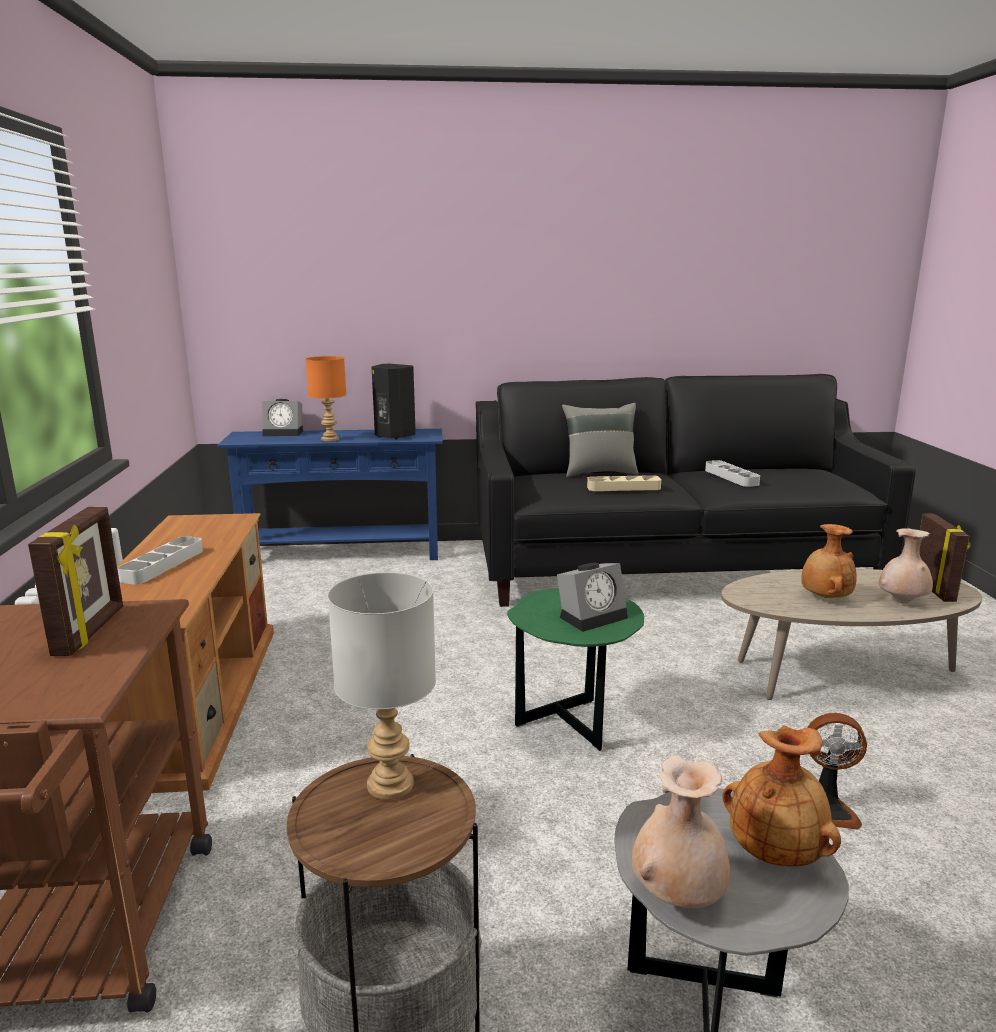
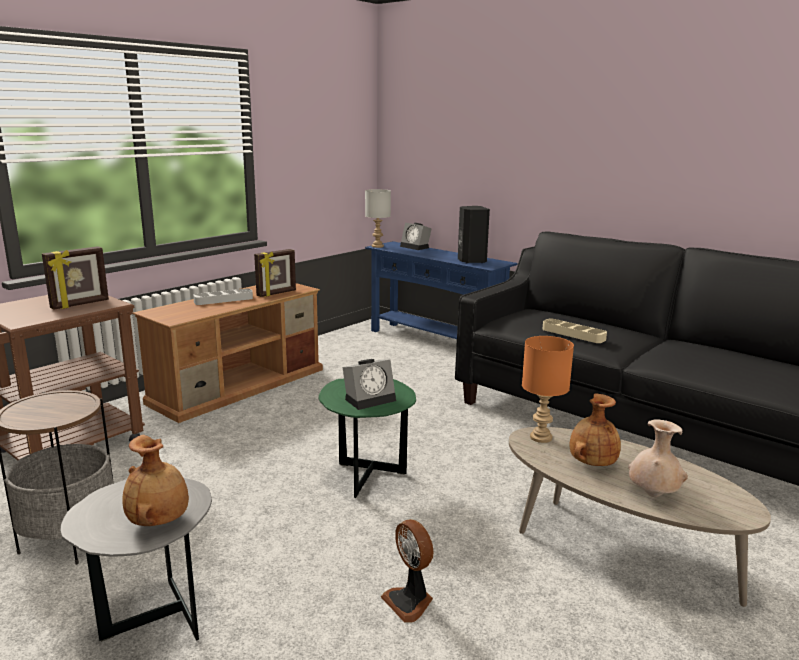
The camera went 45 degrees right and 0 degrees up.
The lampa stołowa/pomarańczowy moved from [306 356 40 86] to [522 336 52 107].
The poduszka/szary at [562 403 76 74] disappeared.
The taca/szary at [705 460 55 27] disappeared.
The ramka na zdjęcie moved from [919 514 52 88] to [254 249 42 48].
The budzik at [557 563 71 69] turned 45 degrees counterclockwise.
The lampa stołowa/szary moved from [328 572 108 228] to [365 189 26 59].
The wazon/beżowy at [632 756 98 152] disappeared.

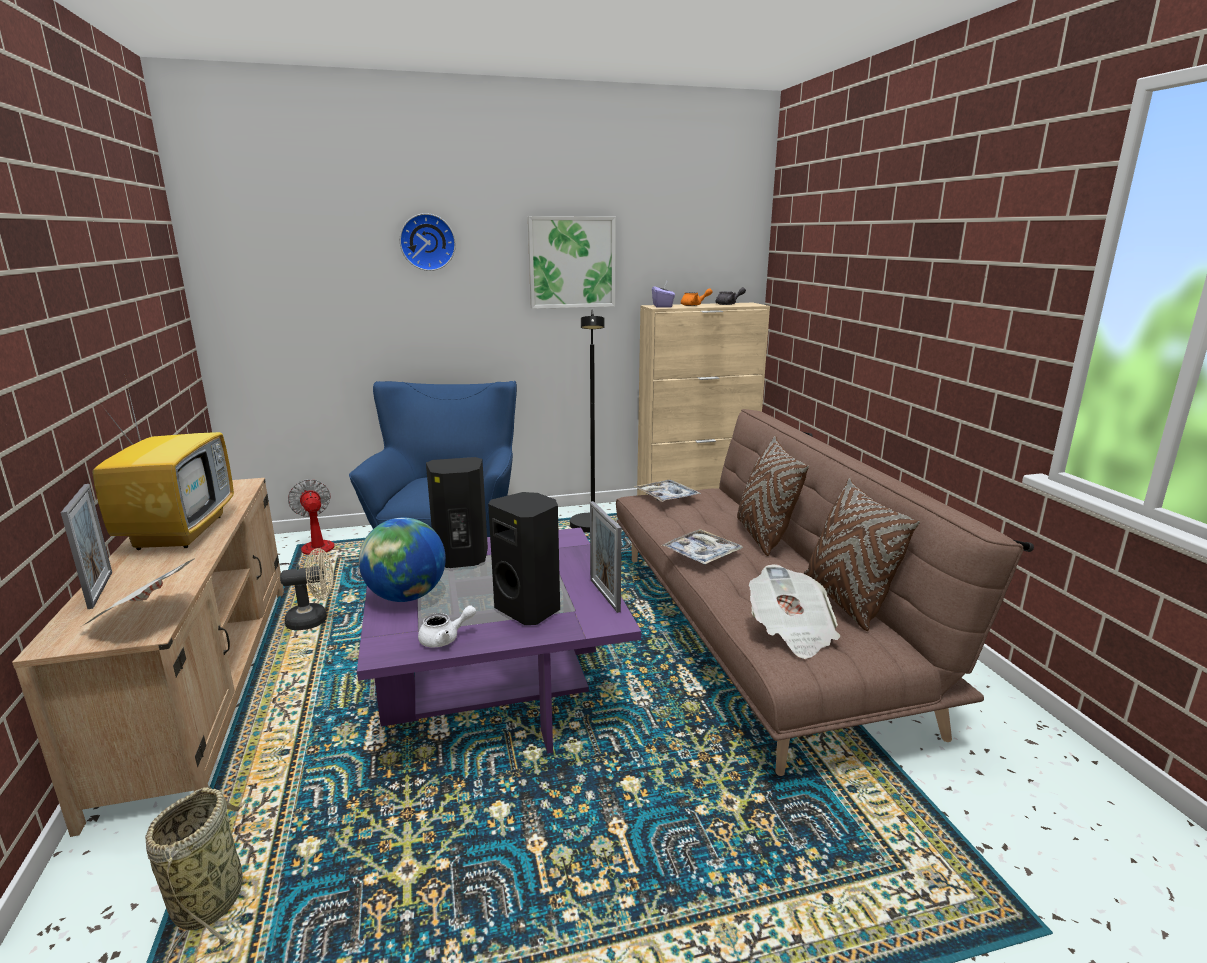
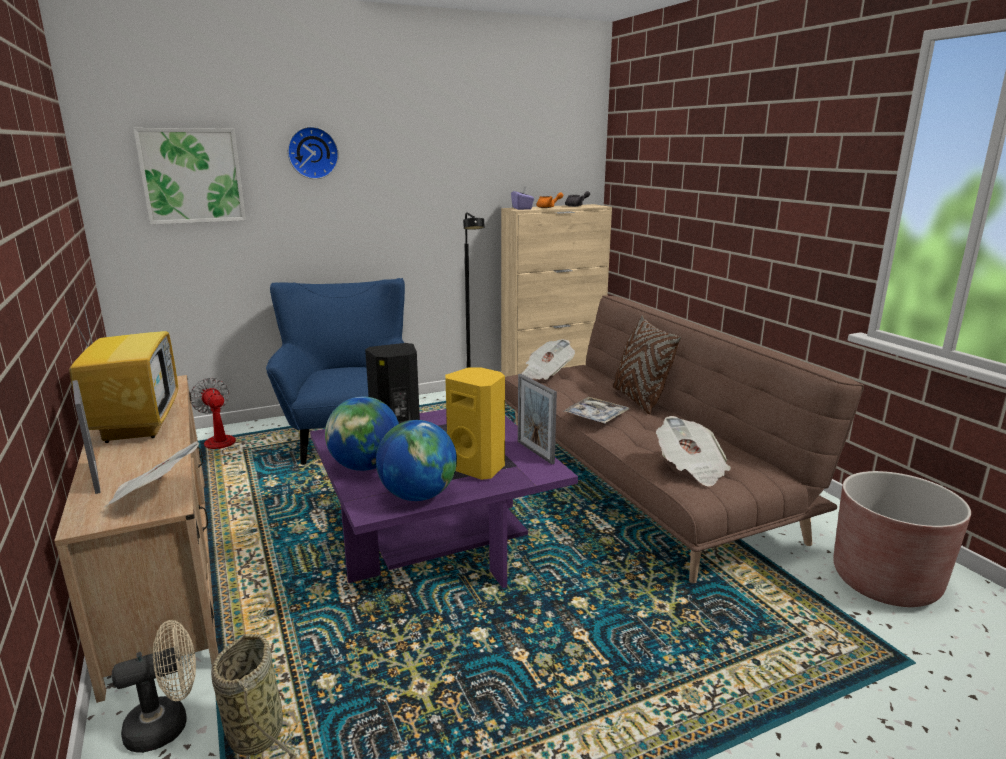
The camera went 10 degrees left and 0 degrees up.
The obraz moved from [528 216 88 93] to [133 128 113 97].
The poduszka/brązowy at [804 478 116 153] disappeared.
The taca at [634 480 67 22] was replaced by the gazeta at [521 339 54 41].
The głośnik/czarny at [488 492 72 133] became the głośnik/żółty at [445 368 60 112].
The wentylator/beżowy moved from [280 548 54 82] to [112 620 84 133].
The imbryk/biały at [418 605 58 42] was replaced by the globus at [376 420 81 81].
The donica/brązowy at [833 471 138 136] appeared.

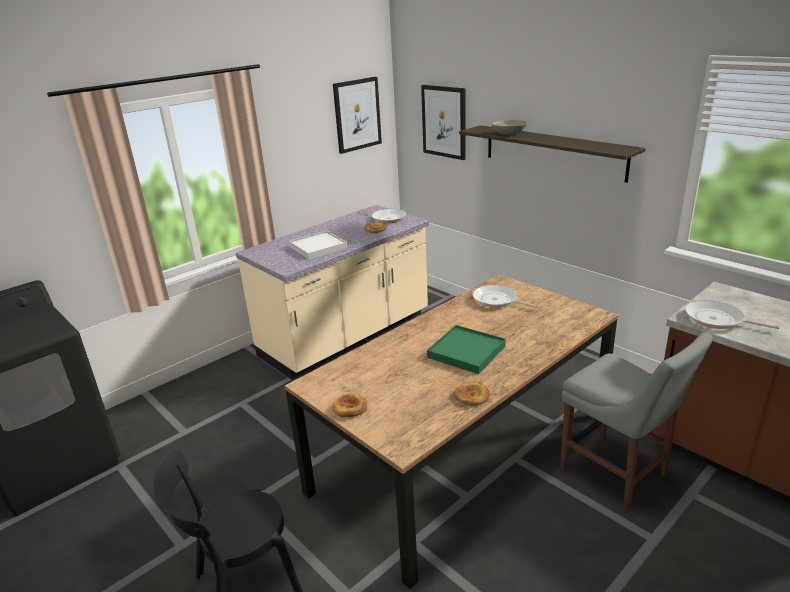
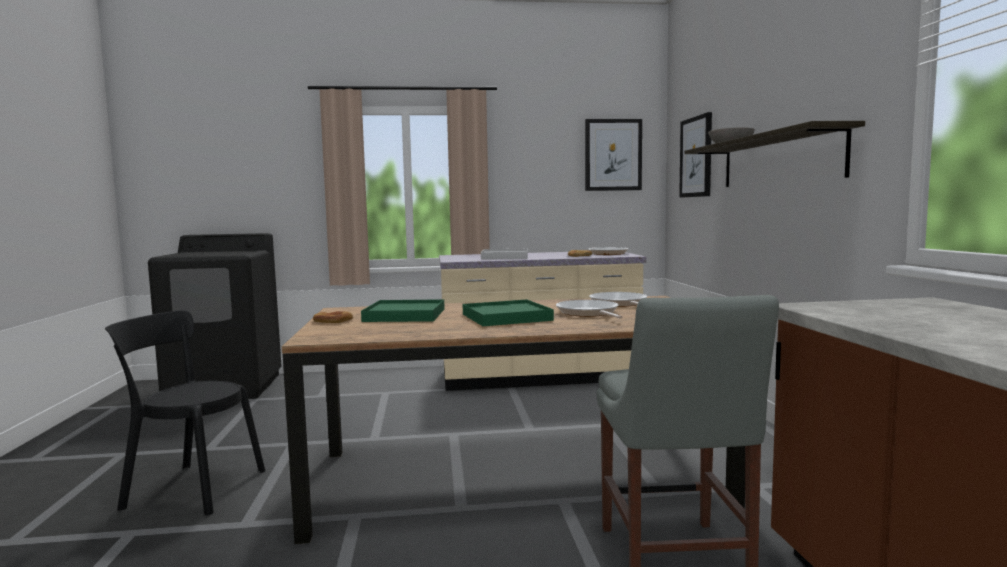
The camera went 35 degrees right and 20 degrees down.
The patelnia moved from [685 300 95 29] to [556 300 67 19].
The chleb at [453 382 37 24] disappeared.
The taca/zielony at [361 299 84 23] appeared.

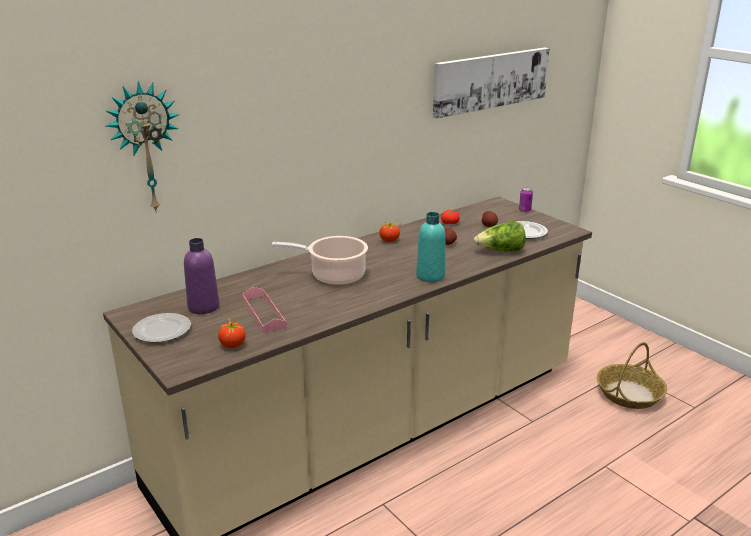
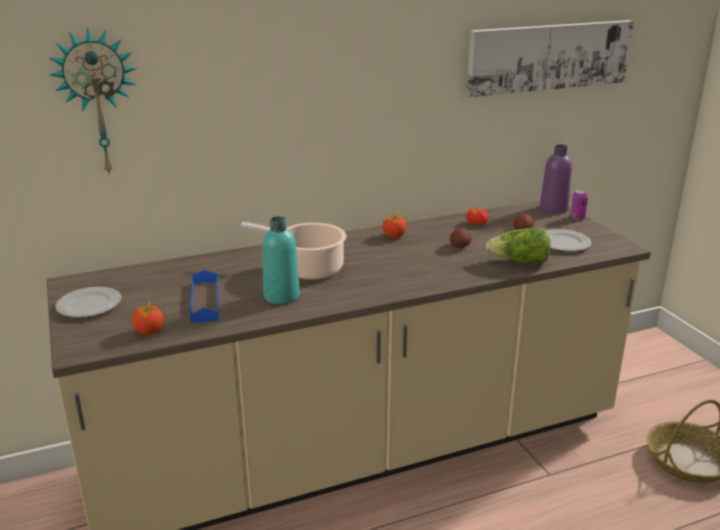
The camera went 15 degrees right and 0 degrees up.
The butelka/turkusowy moved from [416 212 30 70] to [262 216 38 88].
The butelka/fioletowy moved from [184 238 36 76] to [540 144 32 69].
The taca/różowy at [242 287 45 46] became the taca/niebieski at [190 270 29 53].

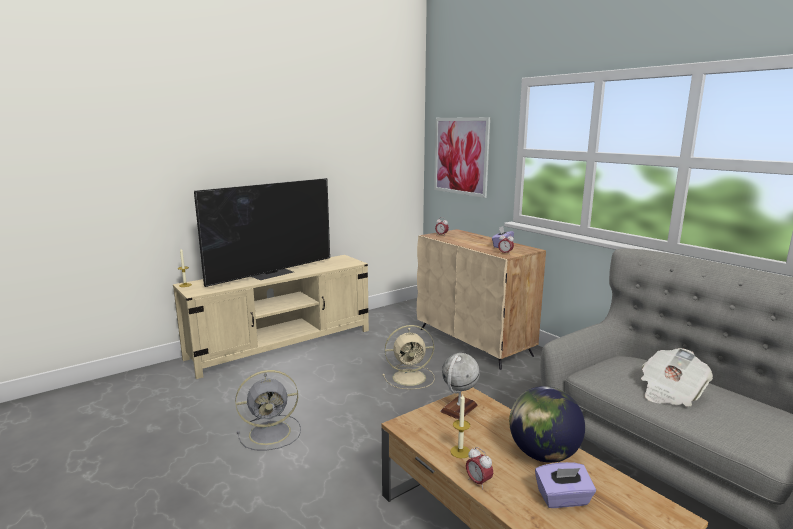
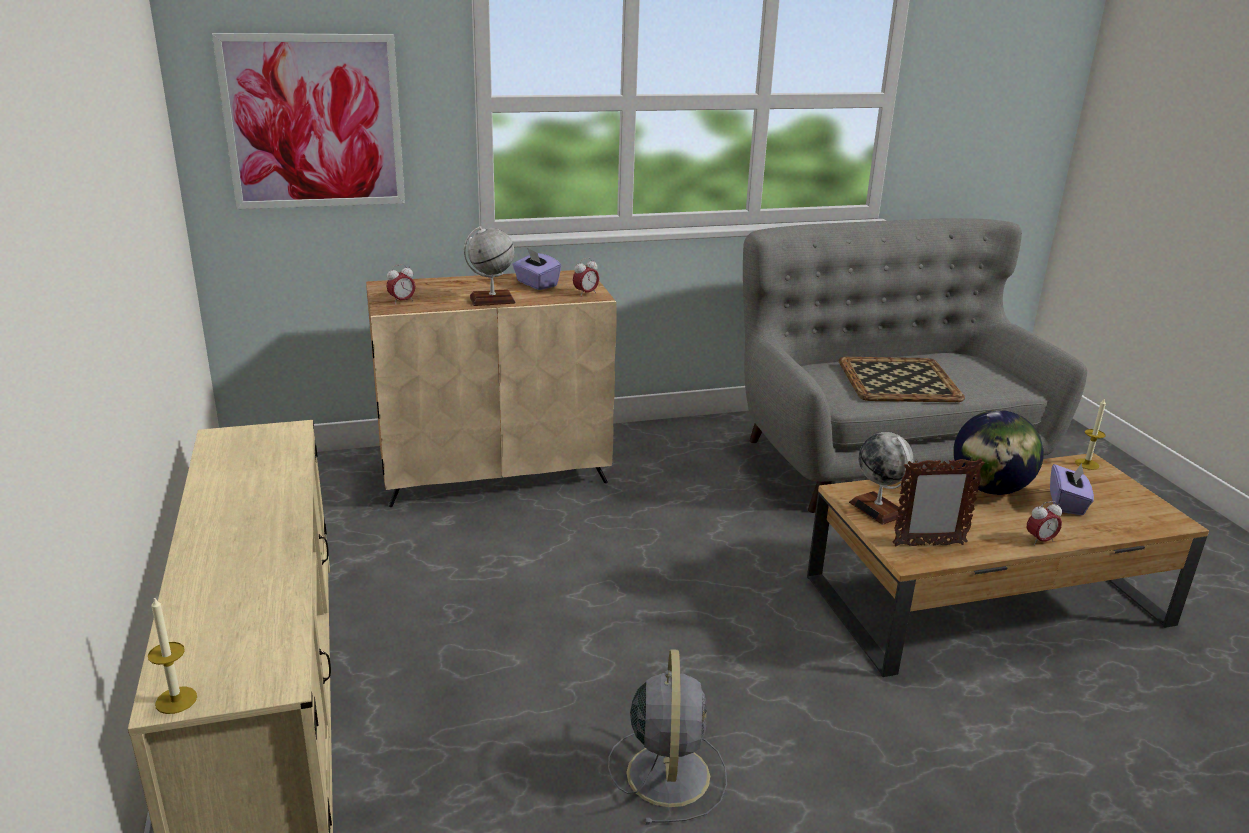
The camera went 70 degrees left and 10 degrees up.
The telewizor at [194 178 136 109] disappeared.
The wentylator/beżowy at [383 325 52 65] disappeared.
The gazeta at [641 348 72 58] was replaced by the taca at [839 357 126 45].
The świeca moved from [450 394 20 64] to [1075 398 31 72].
The globus at [464 226 52 80] appeared.
The ramka na zdjęcie at [893 459 92 87] appeared.

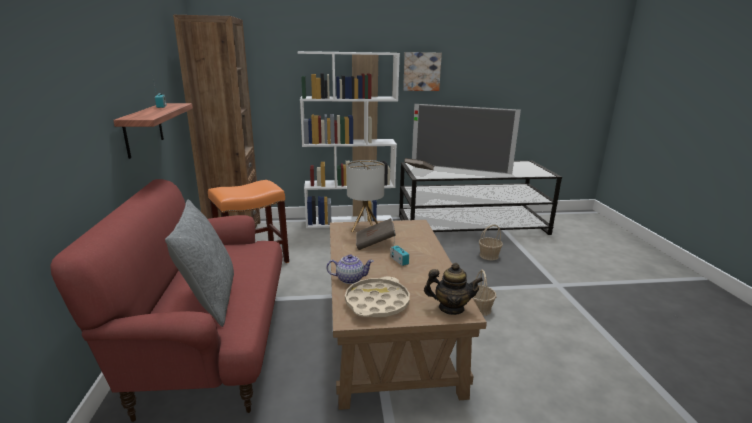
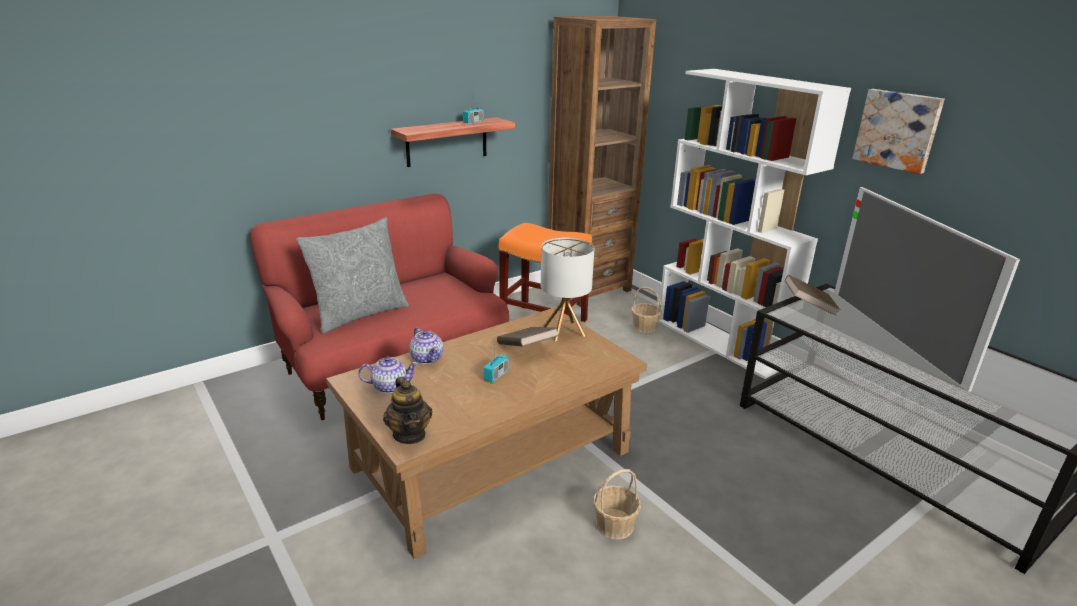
The camera went 60 degrees right and 5 degrees up.
The koszyk moved from [479 225 24 36] to [631 287 30 46].
The taca/beżowy at [345 277 65 40] was replaced by the imbryk at [358 356 60 37].

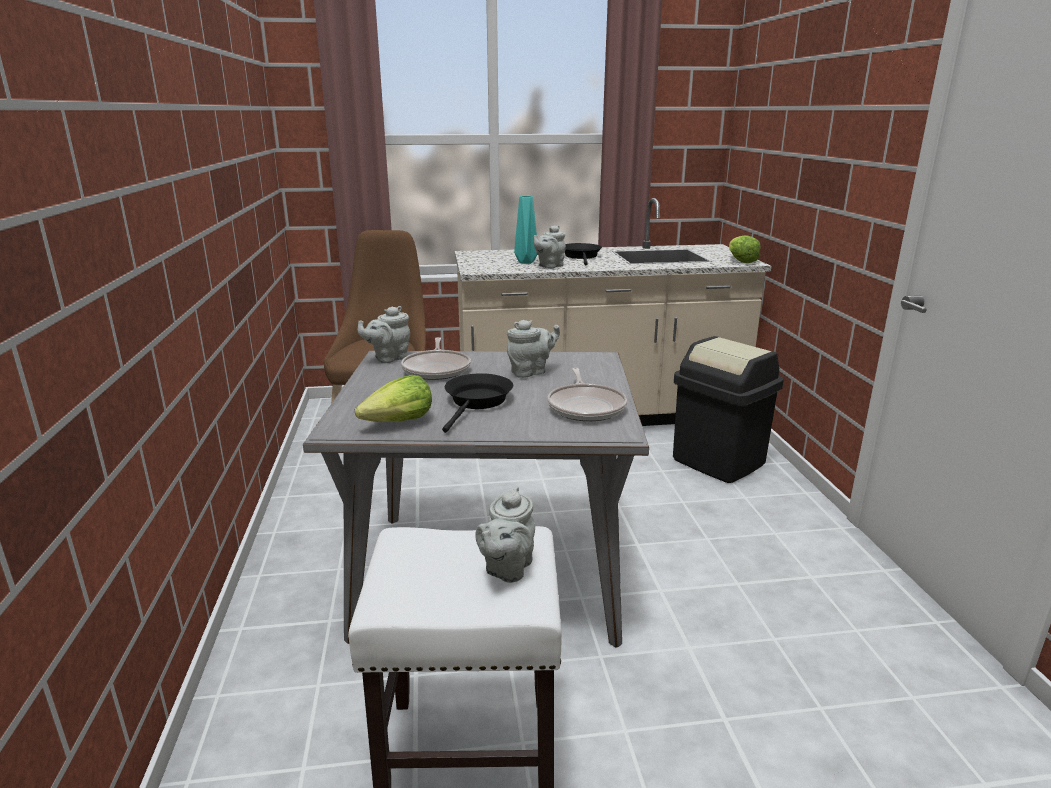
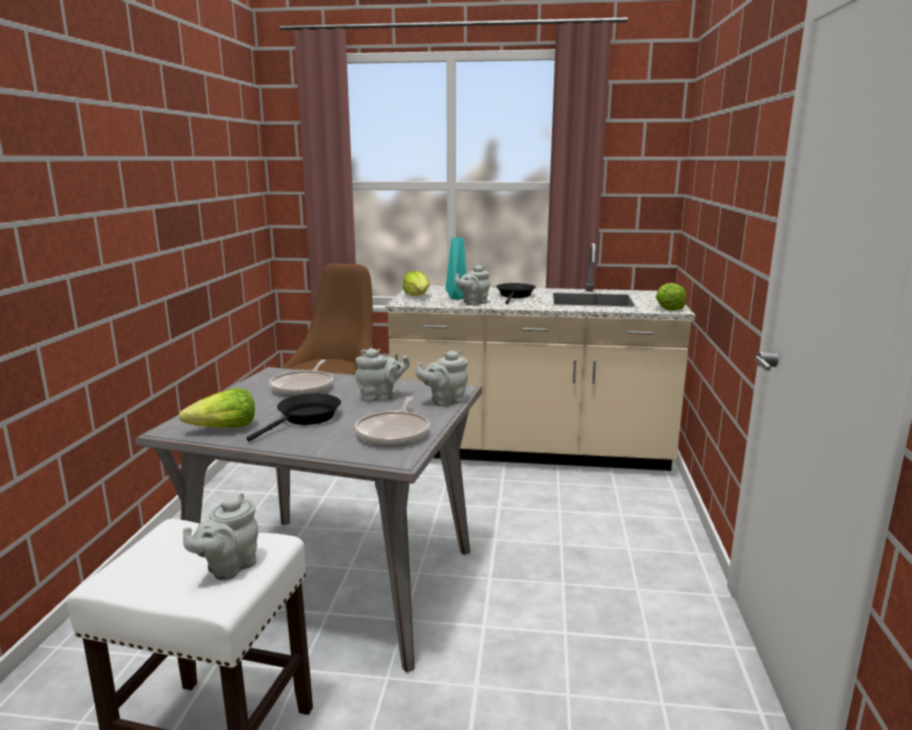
The camera went 15 degrees right and 5 degrees down.
The imbryk/szary moved from [358 306 52 57] to [416 351 52 55].
The kosz na śmieci/czarny at [673 336 111 147] disappeared.
The sałata at [403 271 27 25] appeared.

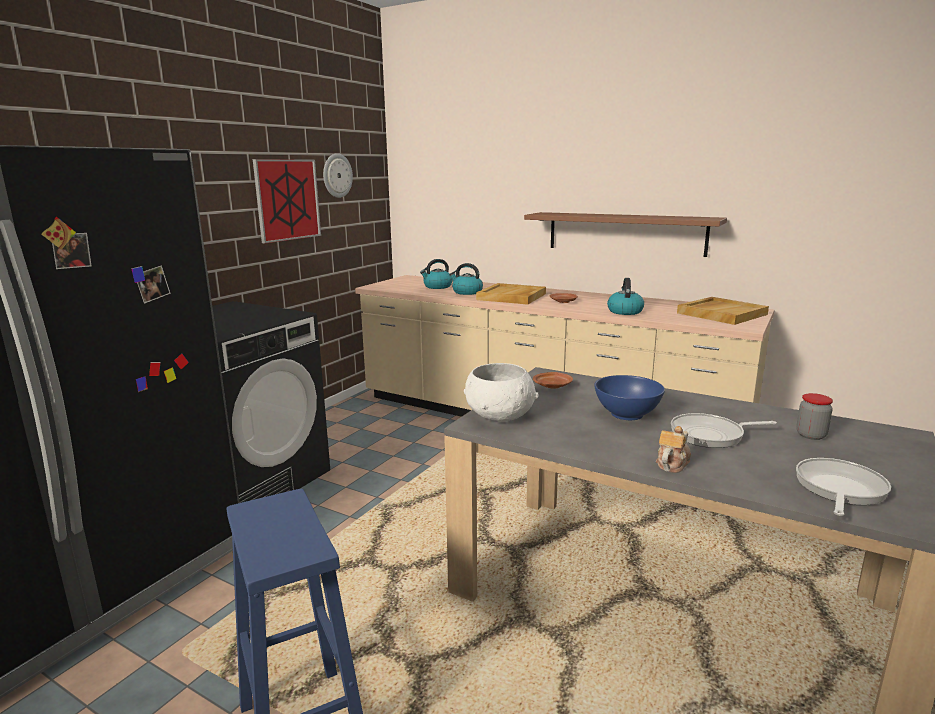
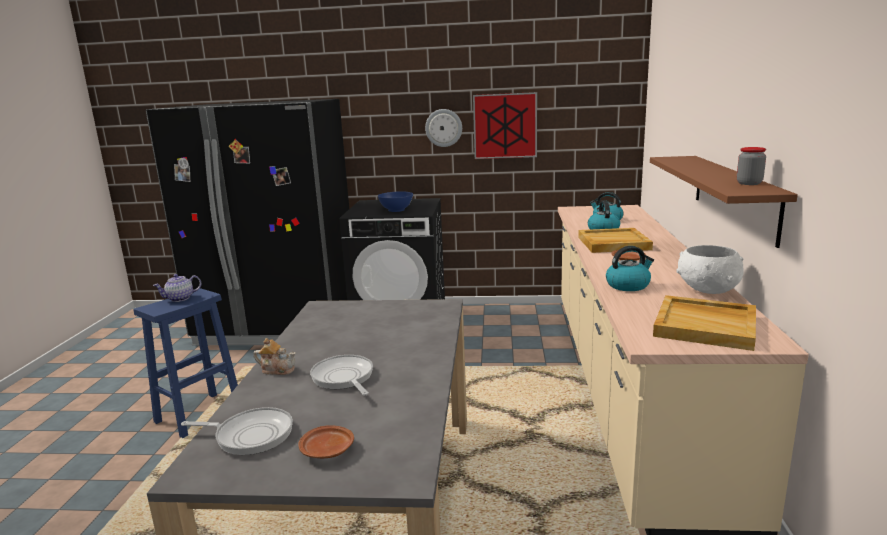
The camera went 65 degrees right and 0 degrees up.
The zegar ścienny moved from [323 153 30 45] to [425 109 37 38].
The miska/biały moved from [464 363 74 58] to [676 245 67 49].
The talerz/brązowy moved from [533 372 40 17] to [298 425 56 33].
The miska/niebieski moved from [594 375 71 45] to [378 191 35 21].
The słoik moved from [796 393 37 47] to [737 147 29 38].
The imbryk at [153 274 49 28] appeared.

